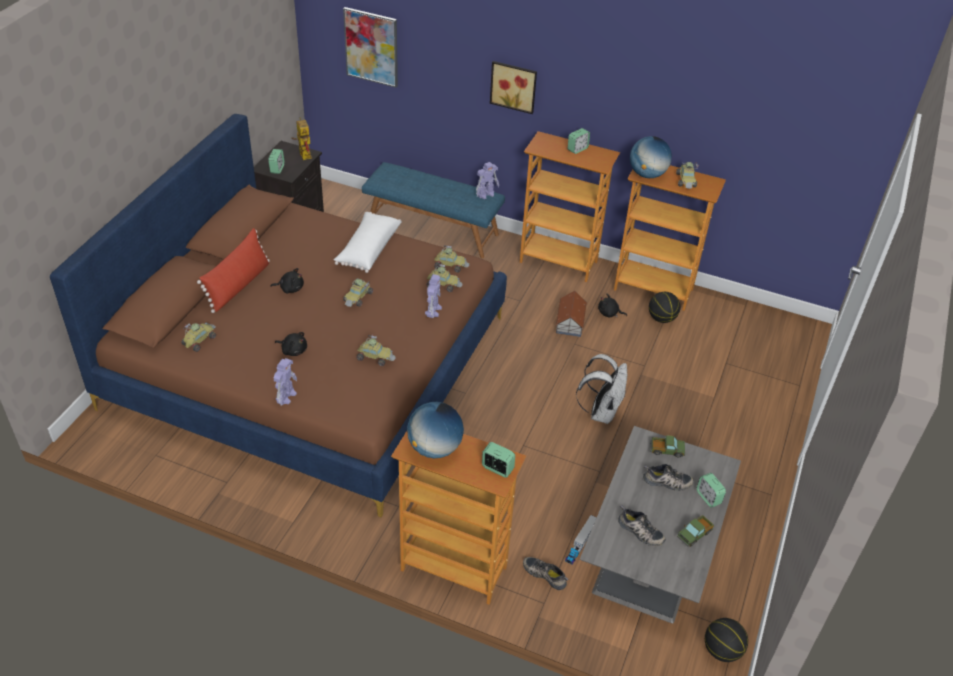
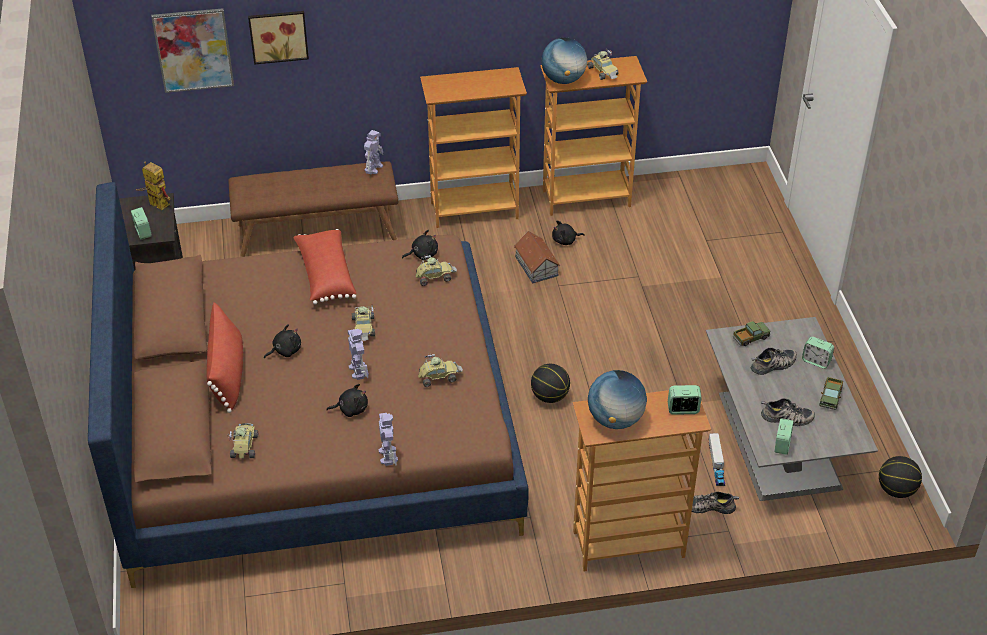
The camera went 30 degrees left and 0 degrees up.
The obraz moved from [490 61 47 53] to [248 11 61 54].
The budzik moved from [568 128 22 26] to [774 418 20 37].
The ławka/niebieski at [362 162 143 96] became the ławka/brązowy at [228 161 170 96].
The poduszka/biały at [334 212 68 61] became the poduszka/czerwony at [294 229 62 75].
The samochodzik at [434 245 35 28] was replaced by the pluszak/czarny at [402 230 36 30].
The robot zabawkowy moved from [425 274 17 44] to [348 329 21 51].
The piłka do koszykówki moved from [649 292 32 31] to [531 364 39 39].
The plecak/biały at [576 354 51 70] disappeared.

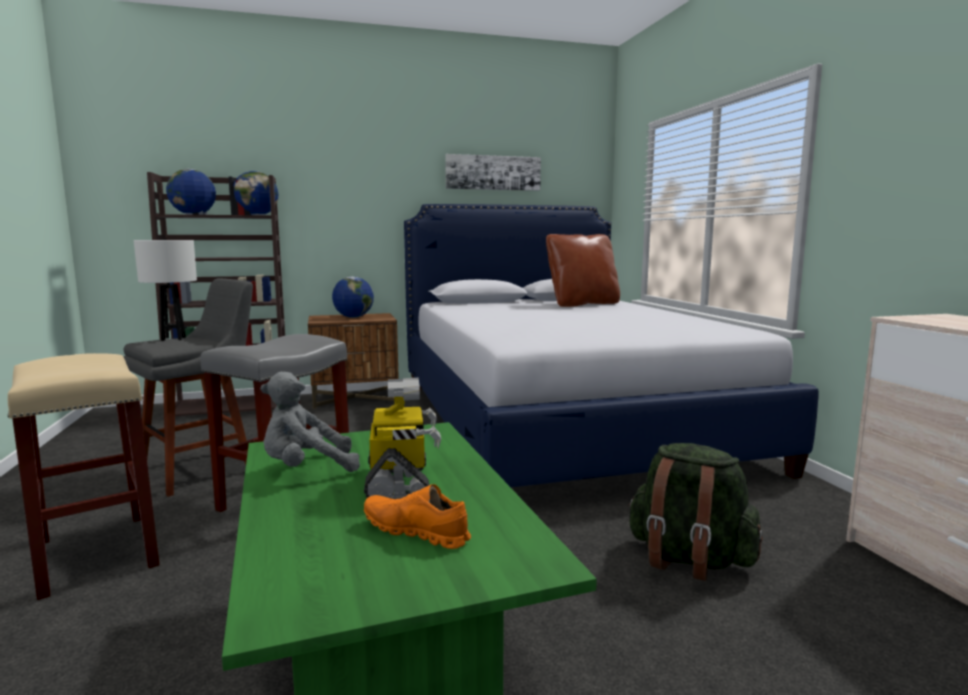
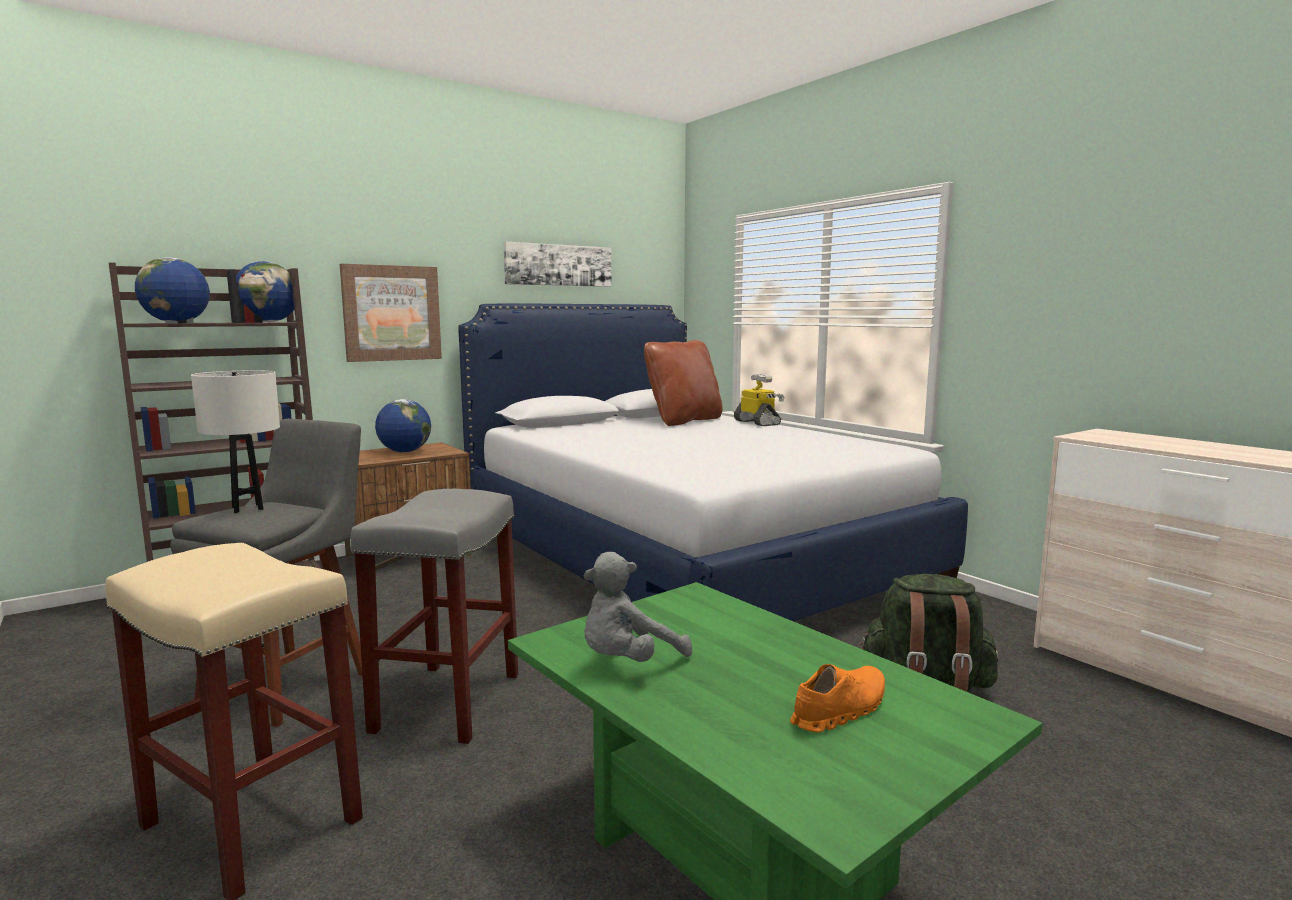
The camera went 20 degrees left and 0 degrees up.
The robot zabawkowy moved from [364 378 77 121] to [734 374 50 52].
The but/pomarańczowy at [364 484 107 65] turned 135 degrees clockwise.
The obraz at [340 264 102 98] appeared.

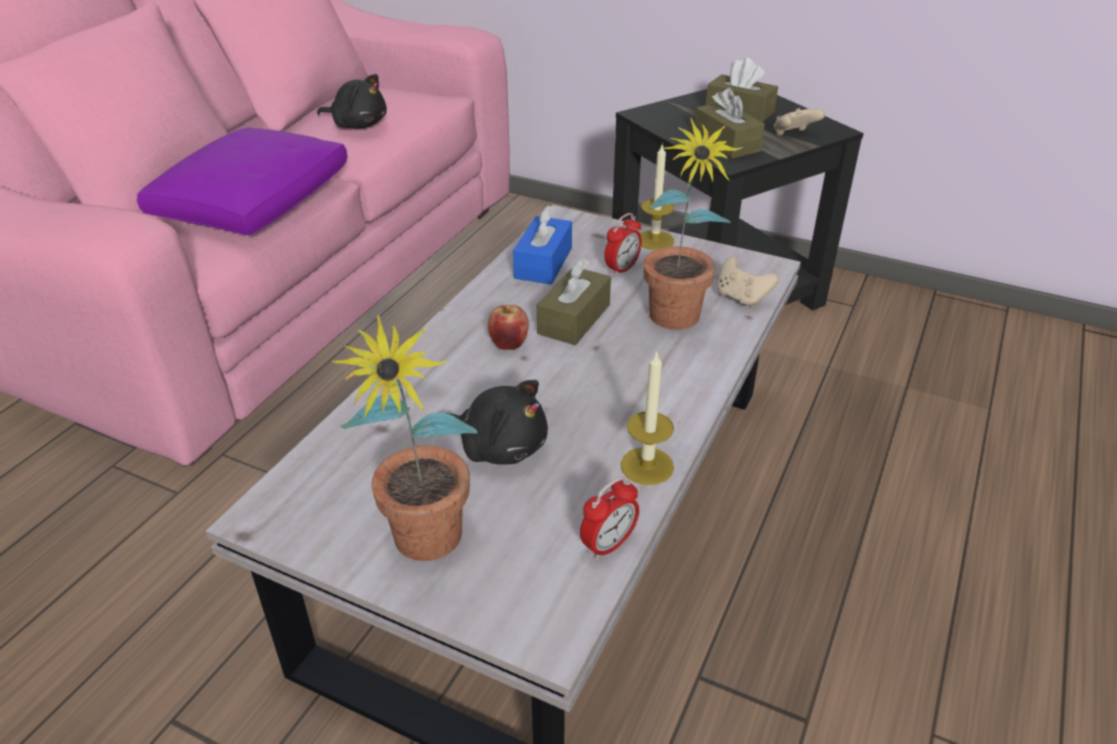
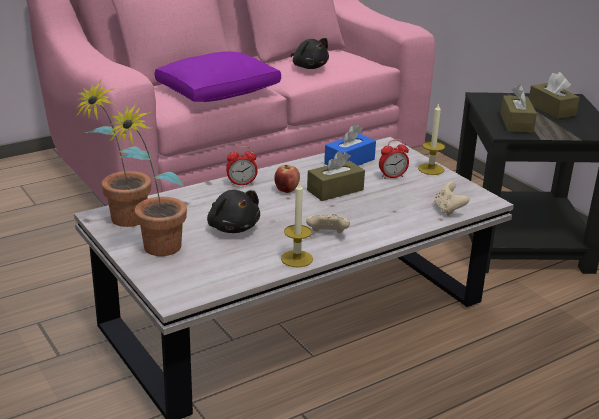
The camera went 30 degrees right and 10 degrees down.
The pad do gier/beżowy moved from [774 108 51 28] to [306 214 44 19].
The roślina doniczkowa moved from [643 117 100 213] to [74 79 77 148].
The budzik moved from [580 477 59 83] to [226 146 32 40].

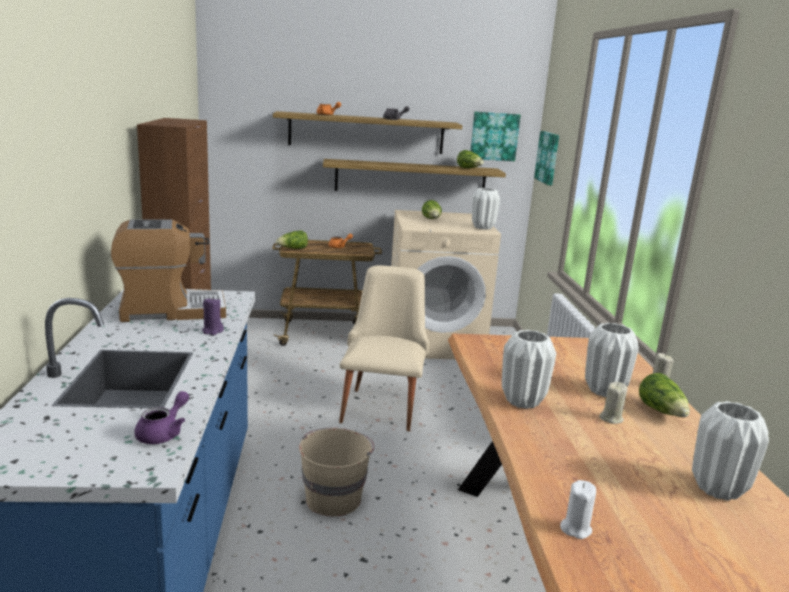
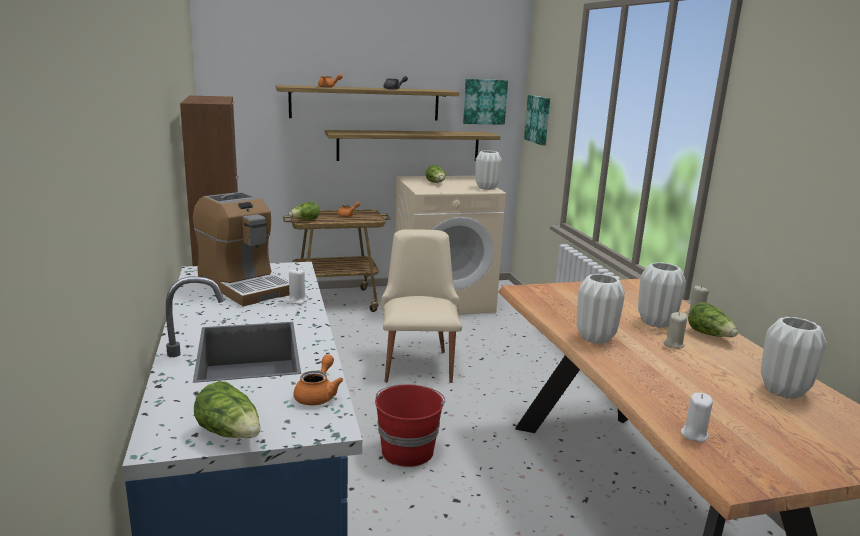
The camera went 10 degrees left and 0 degrees up.
The sałata moved from [457 150 27 18] to [194 381 66 57].
The ekspres do kawy at [111 219 115 103] turned 75 degrees clockwise.
The świeca/fioletowy at [202 298 22 37] became the świeca/biały at [287 269 21 36].
The imbryk/fioletowy at [134 391 55 53] became the imbryk/pomarańczowy at [294 354 49 52].
The wiadro/beżowy at [299 428 75 88] became the wiadro/czerwony at [375 384 70 83].

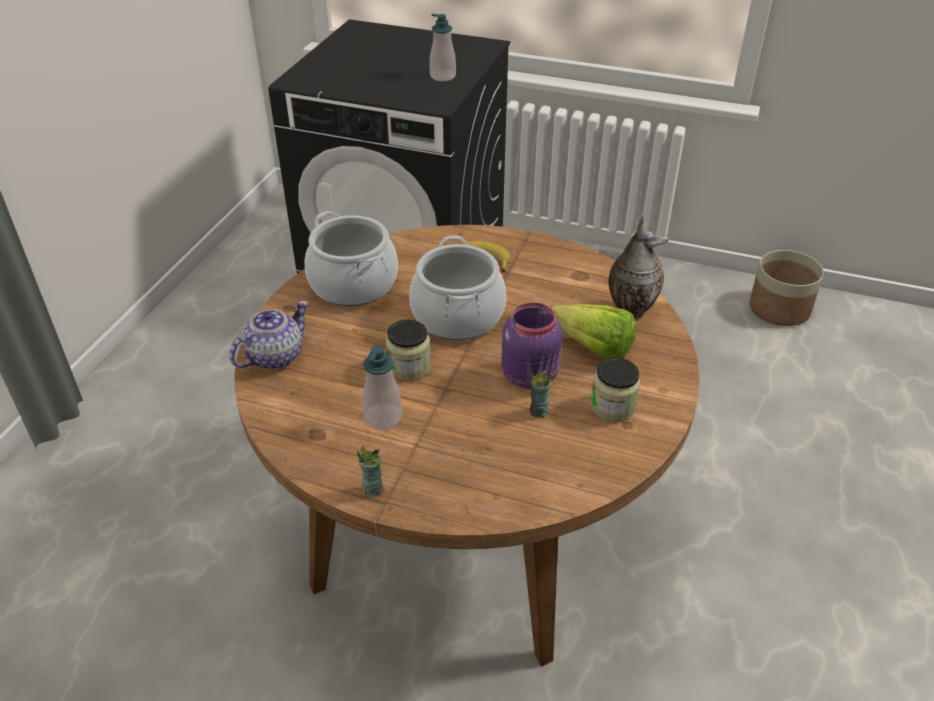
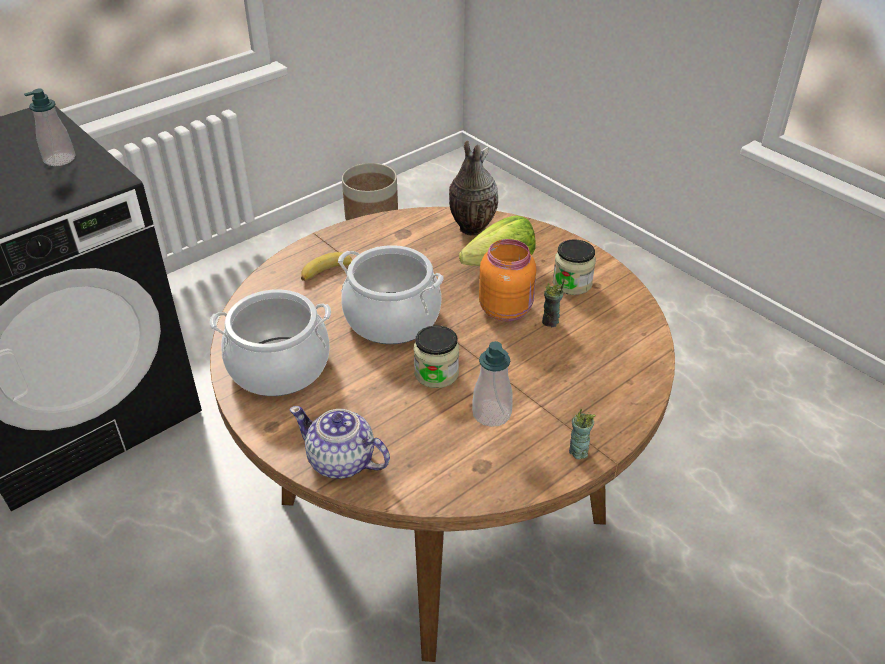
The camera went 60 degrees left and 0 degrees up.
The imbryk at [230 301 79 68] turned 45 degrees counterclockwise.
The słoik/fioletowy at [501 303 62 86] became the słoik/pomarańczowy at [479 239 57 82].

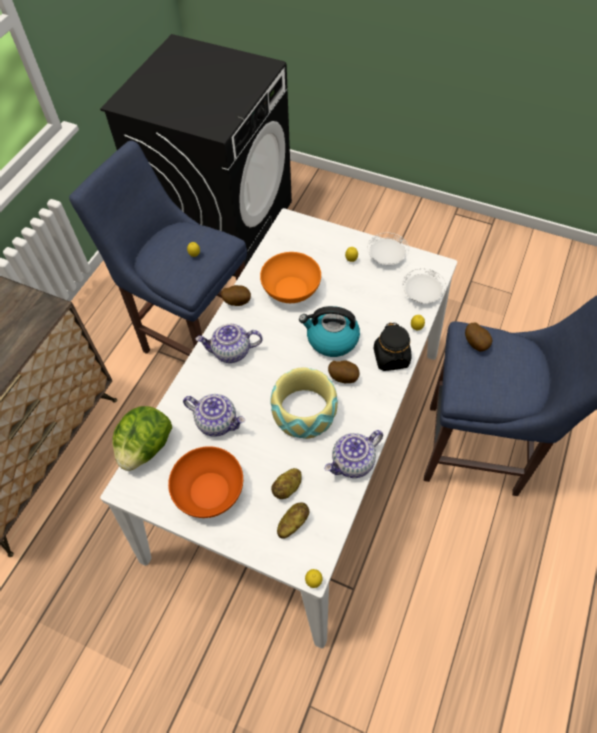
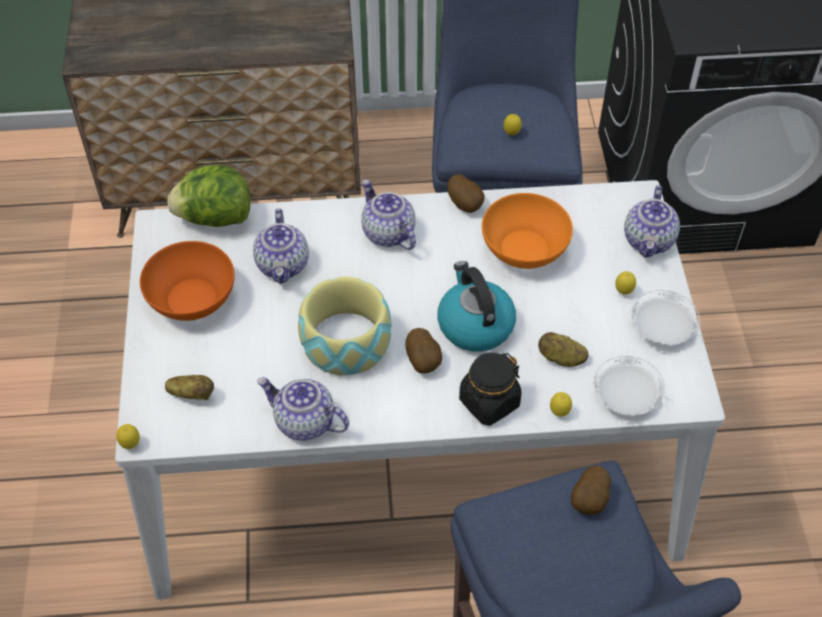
The camera went 60 degrees right and 5 degrees down.
The ziemniak moved from [271 468 31 31] to [538 332 50 35].
The imbryk at [624 185 56 73] appeared.

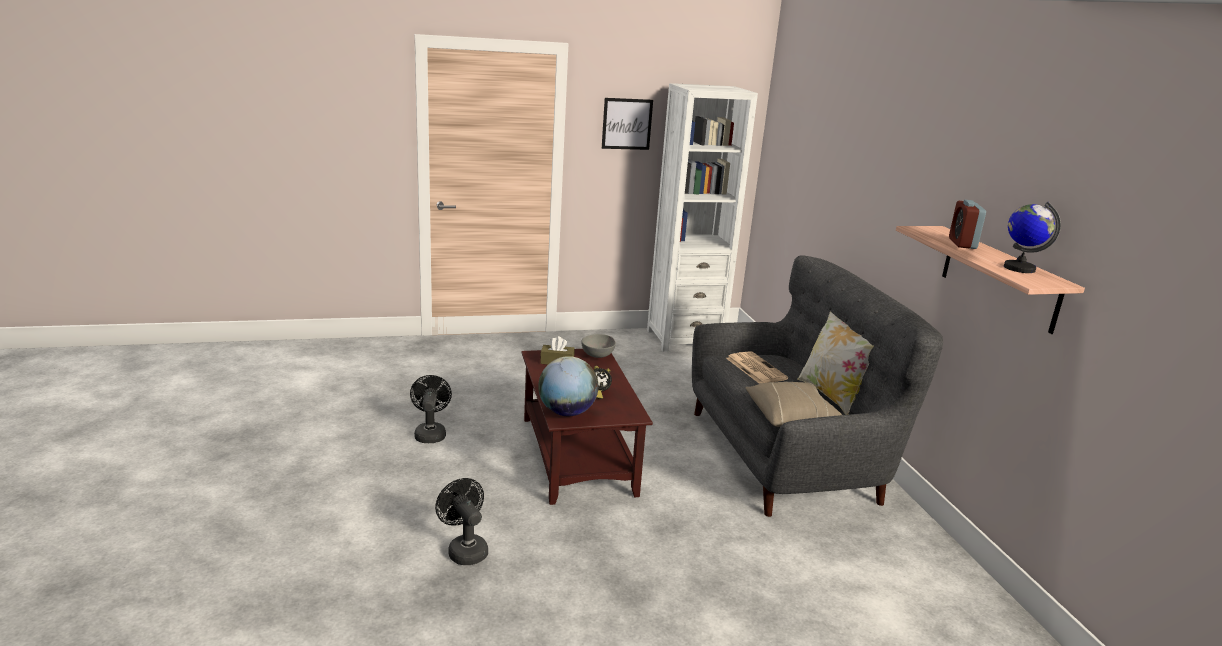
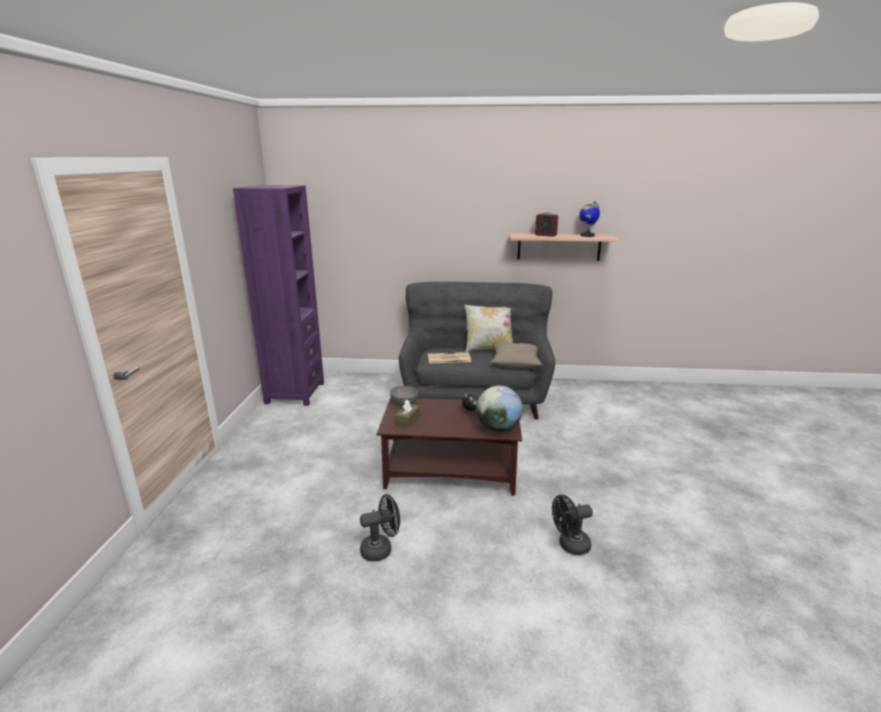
The camera went 70 degrees left and 0 degrees up.
The regał/biały at [647 83 111 269] became the regał/fioletowy at [233 185 91 221].
The obraz at [602 98 51 52] disappeared.
The wentylator/czarny at [410 375 42 68] turned 150 degrees clockwise.

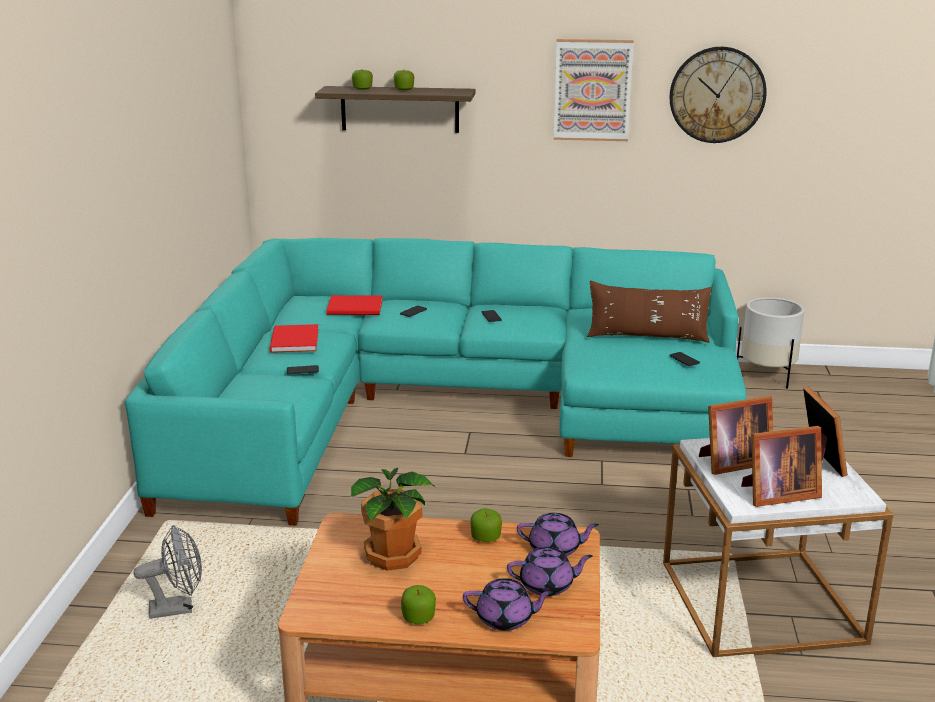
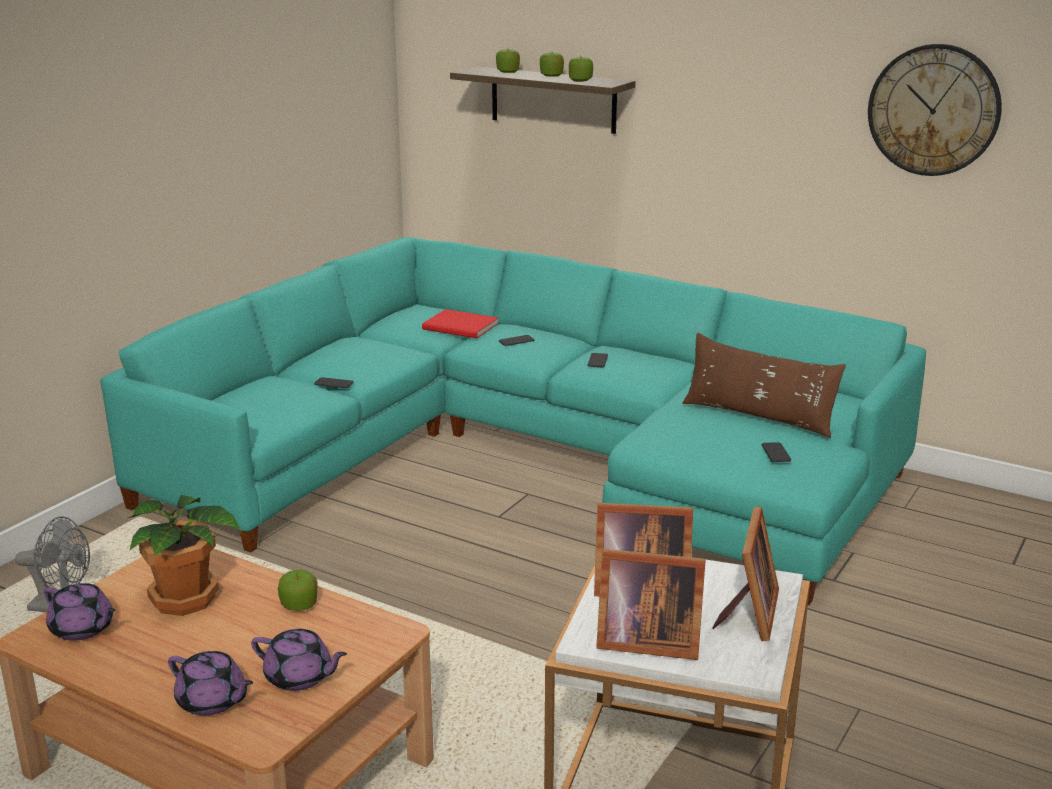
The camera went 25 degrees right and 0 degrees up.
The obraz at [554 39 80 102] disappeared.
The donica/biały at [737 297 67 92] disappeared.
The książka/czerwony at [270 324 49 29] disappeared.
The imbryk/fioletowy moved from [517 513 82 43] to [44 583 71 58].
The jabłko moved from [401 585 35 39] to [569 57 24 25].

